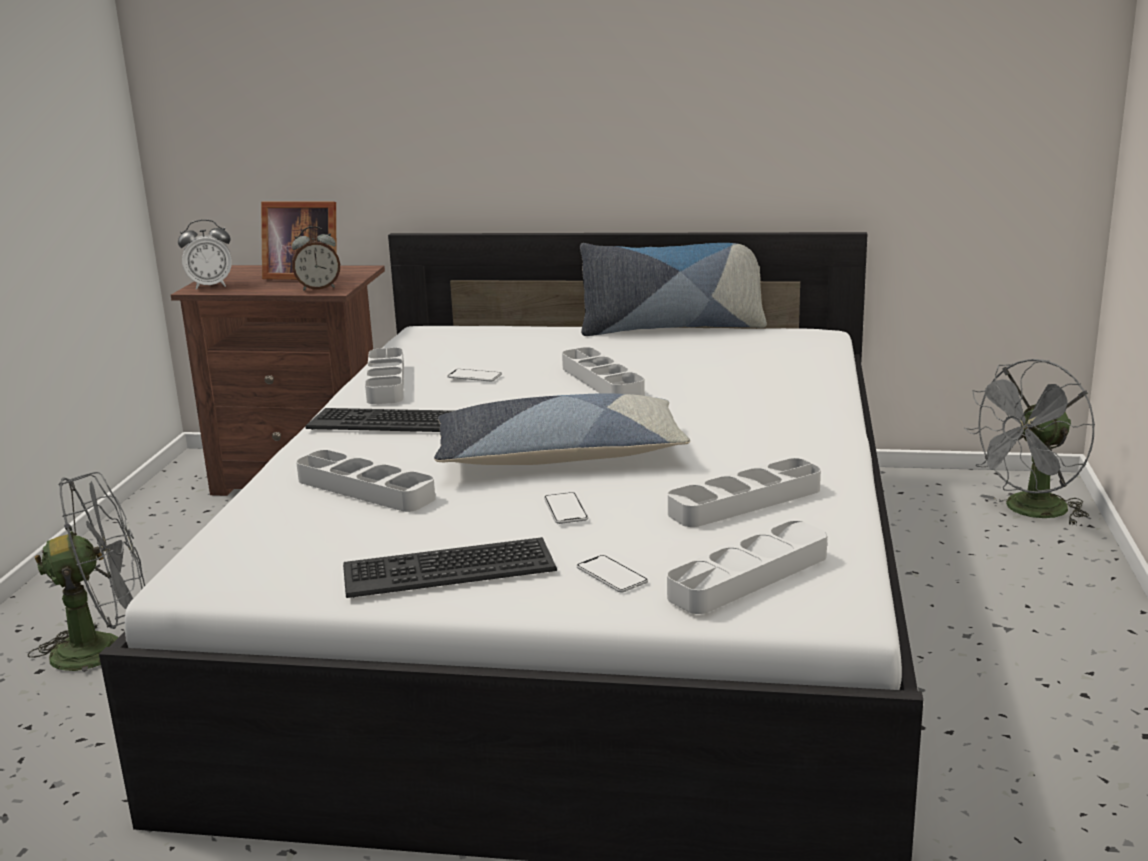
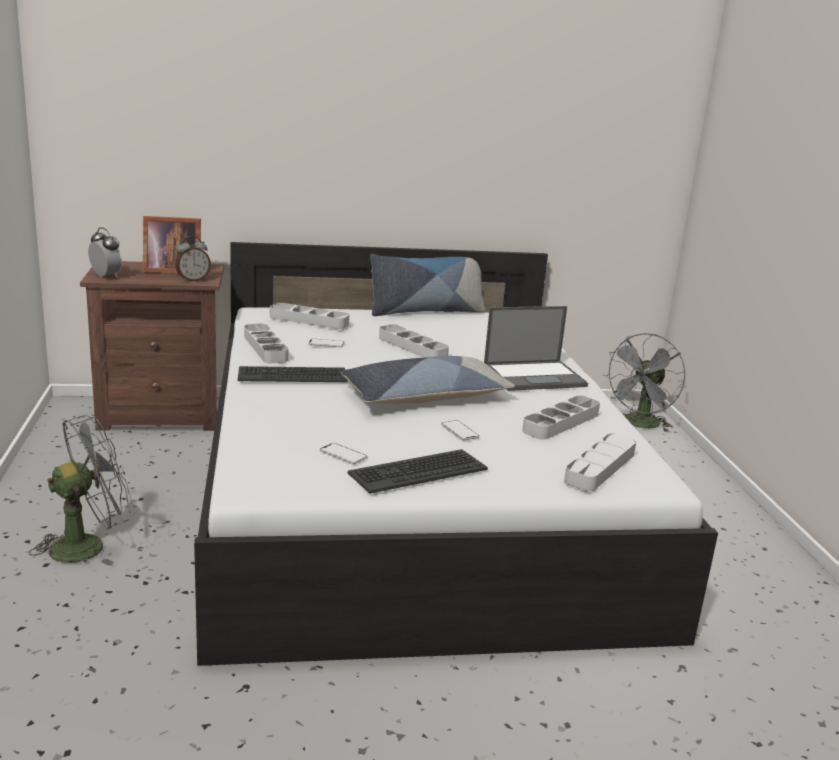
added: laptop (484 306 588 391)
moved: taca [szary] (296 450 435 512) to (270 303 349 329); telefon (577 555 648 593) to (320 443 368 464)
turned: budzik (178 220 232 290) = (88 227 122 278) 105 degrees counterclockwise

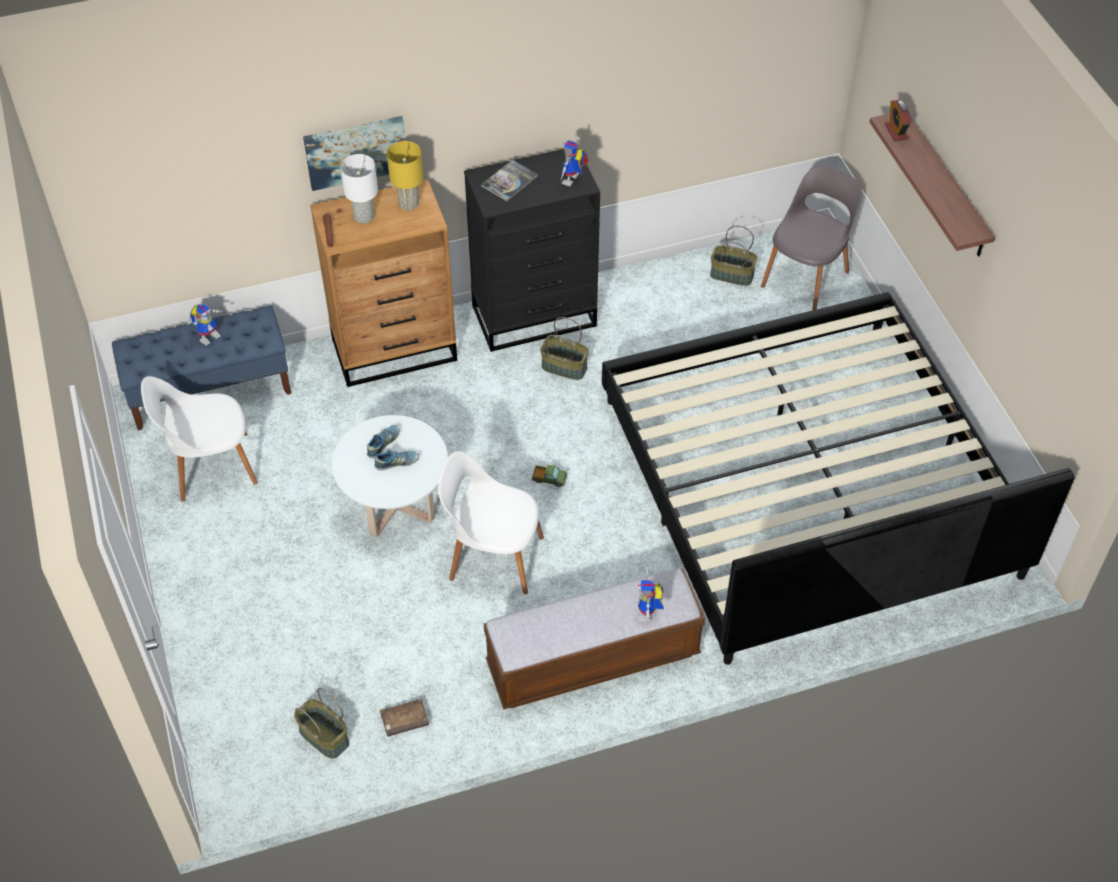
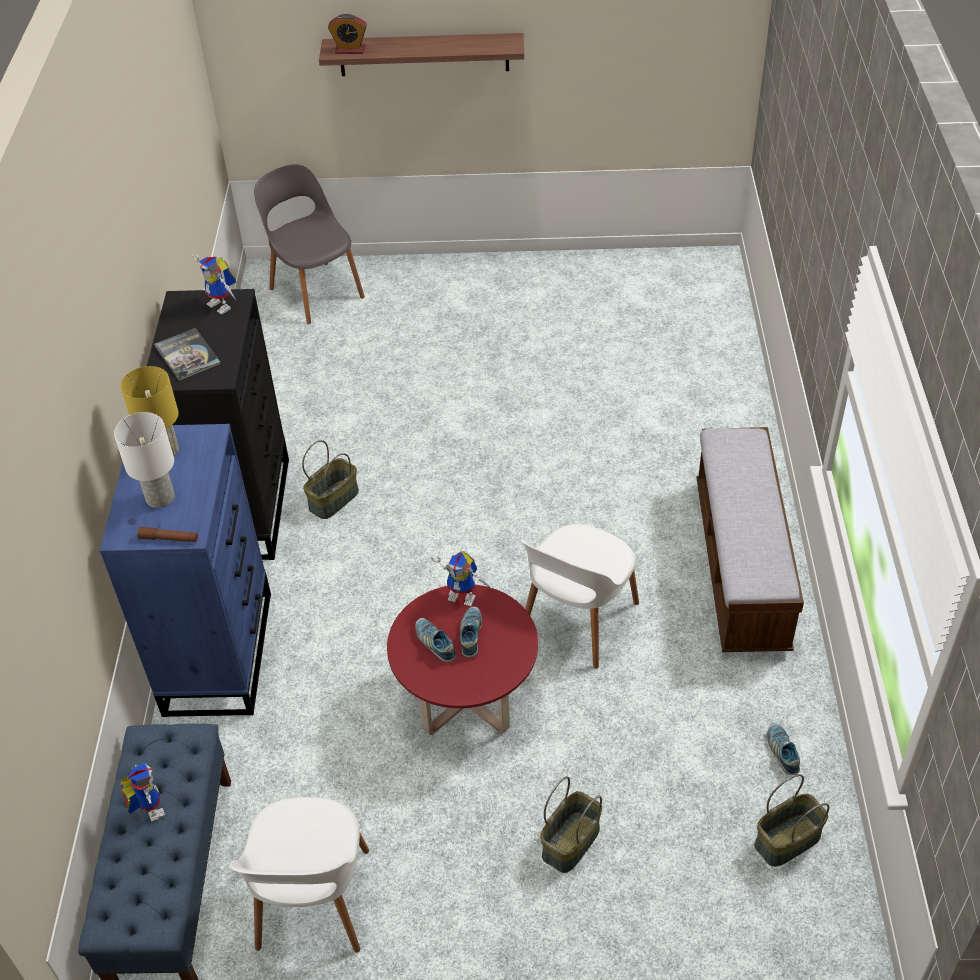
removed: obraz (303 116 405 191); ciężarówka zabawkowa (532 465 567 487); łóżko (602 292 1075 665)
moved: robot zabawkowy (638 567 664 627) to (431 551 493 606); koszyk (710 226 757 286) to (540 776 602 873)
replaced: książka [brązowy] (380 698 429 737) to but (767 723 800 775)
recoloured: komoda [brązowy] (310 179 457 387) to komoda [niebieski] (100 424 271 717); ława [biały] (331 415 448 537) to ława [czerwony] (387 585 538 735)

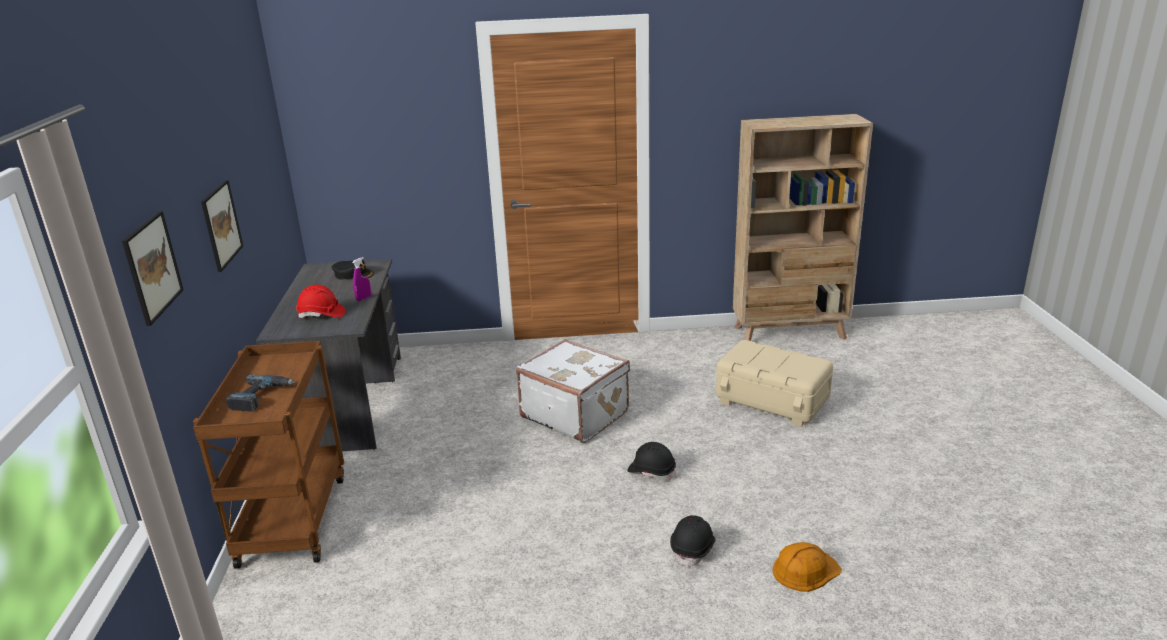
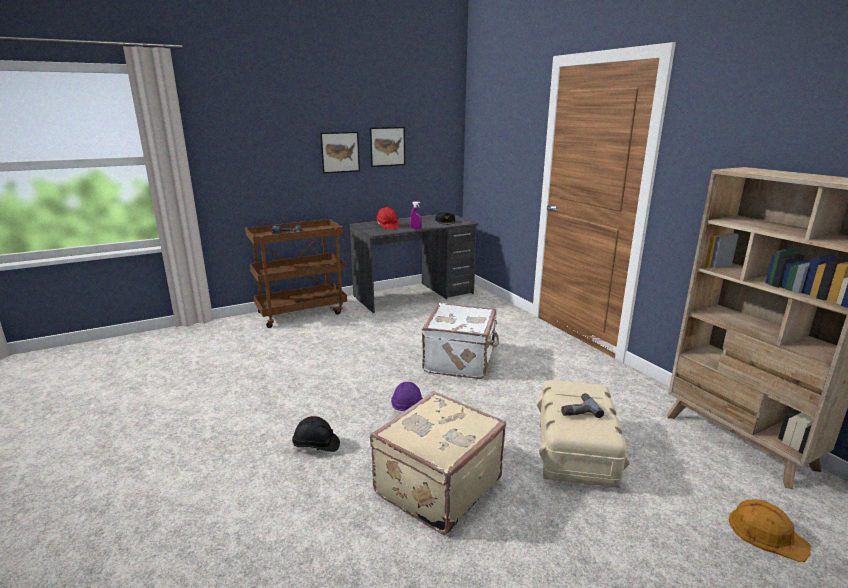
added: walizka [beżowy] (370 391 506 535); wiertarka (561 393 604 418)
moved: obraz (122 211 183 326) to (370 127 405 167); kask [pomarańczowy] (773 542 842 592) to (729 499 811 562)
recoloured: kask [czarny] (627 442 676 481) to kask [fioletowy] (391 382 423 415)

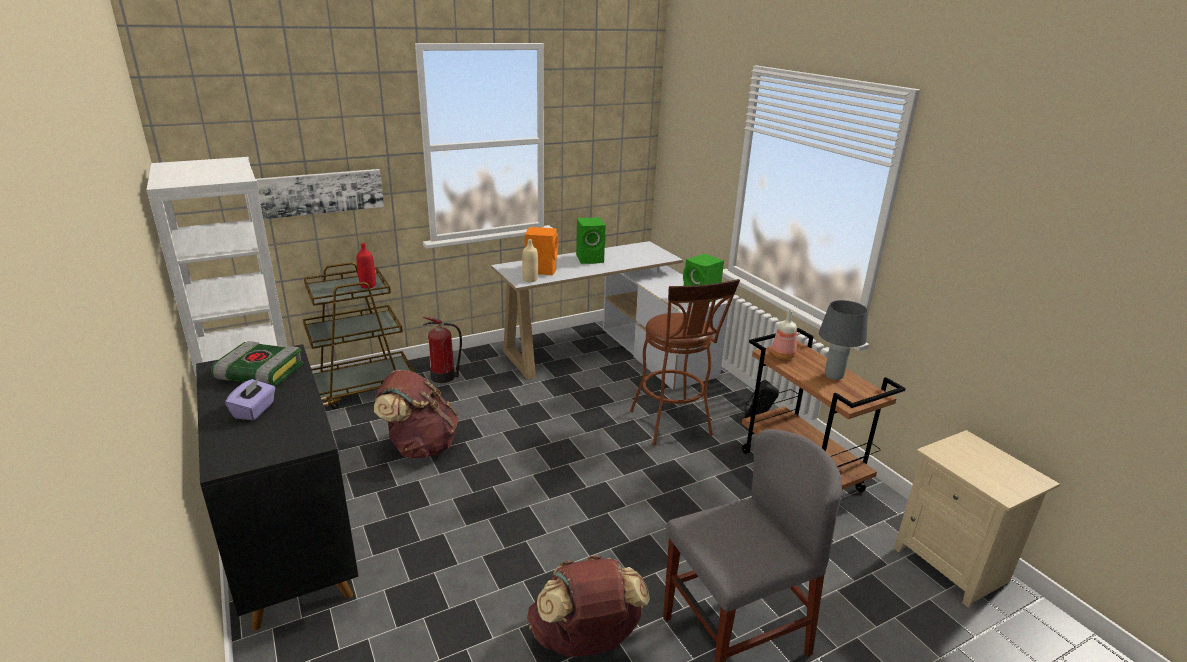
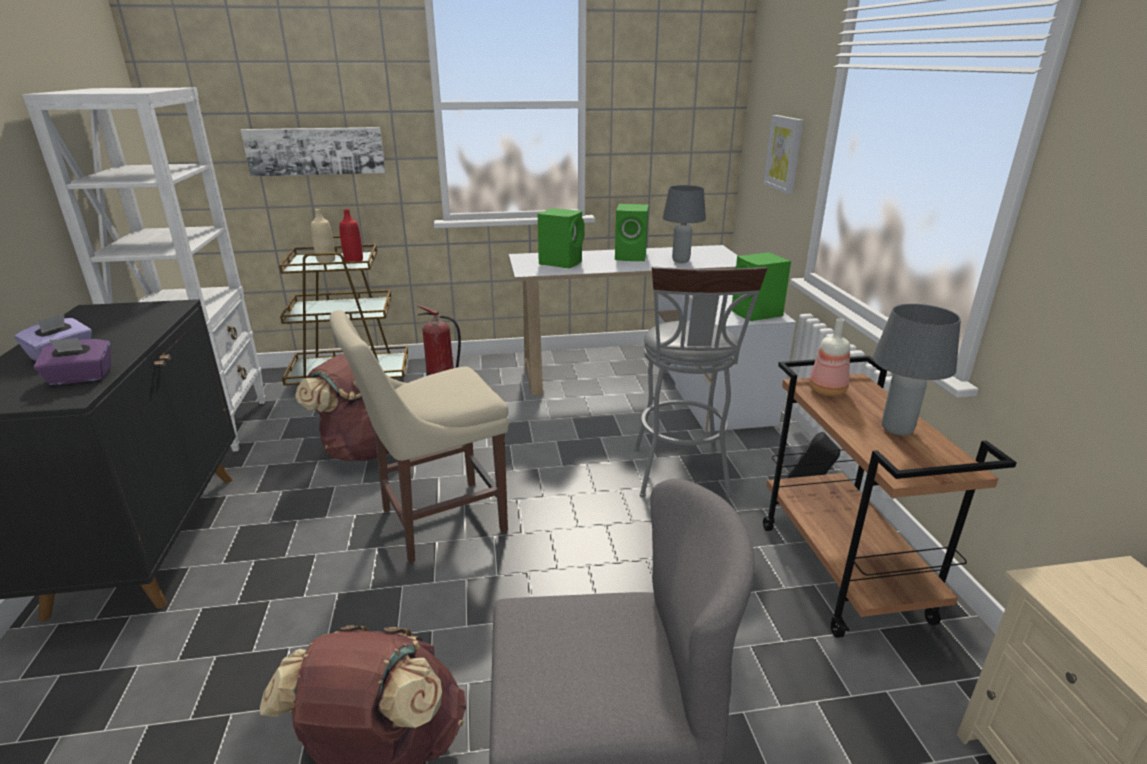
removed: książka (211 341 304 386)
added: pudełko chusteczek [fioletowy] (34 338 111 385); krzesło [beżowy] (329 310 509 563); lampa stołowa [szary] (663 185 706 263); obraz (763 115 803 194)
moved: butelka [beżowy] (522 239 538 282) to (311 209 335 263)
recoloured: głośnik [pomarańczowy] (525 227 558 275) to głośnik [zielony] (538 208 585 268); stołek [brązowy] (630 279 740 446) to stołek [szary] (634 266 767 498)

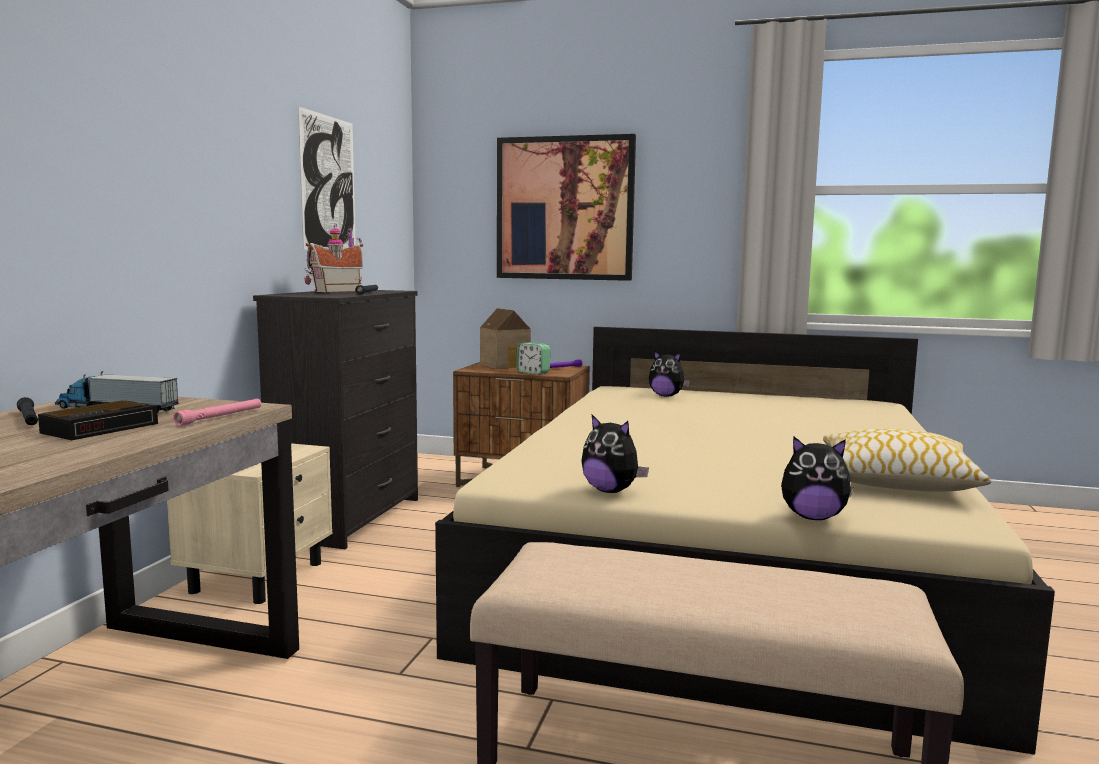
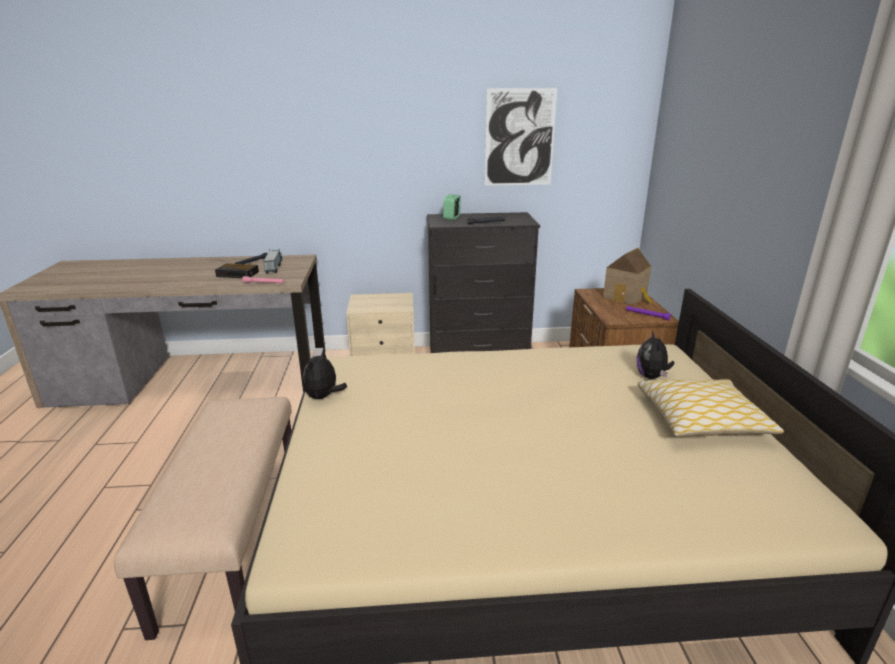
removed: domek (304 223 363 293); obraz (497 134 636 281); pluszak (781 437 853 520)
moved: budzik (516 343 550 375) to (443 194 461 220); poduszka (823 428 991 492) to (637 379 784 437)

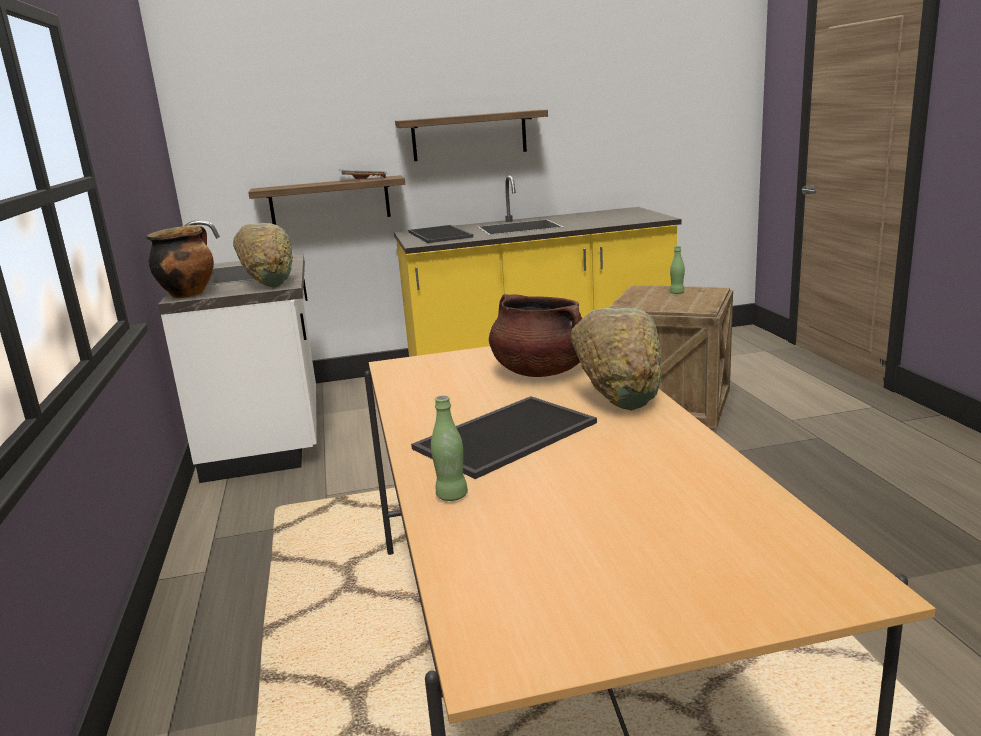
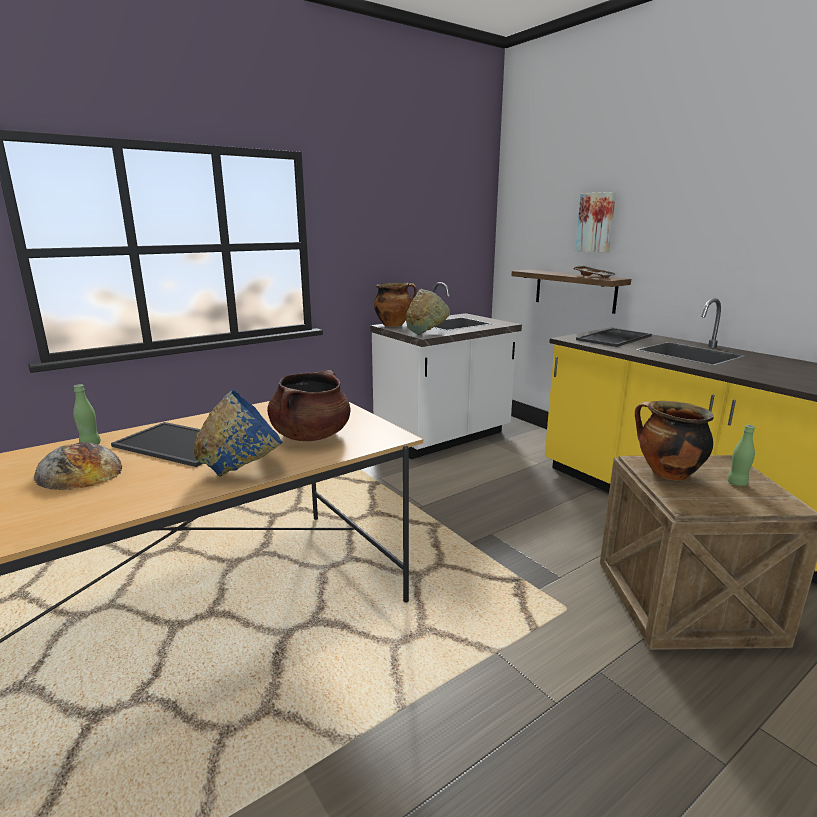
removed: półka (395 110 548 161)
added: chleb (34 442 122 490); obraz (575 192 616 253); garnek (635 401 714 481)
recoloured: miska [zielony] (571 308 662 410) to miska [niebieski] (194 389 282 477)

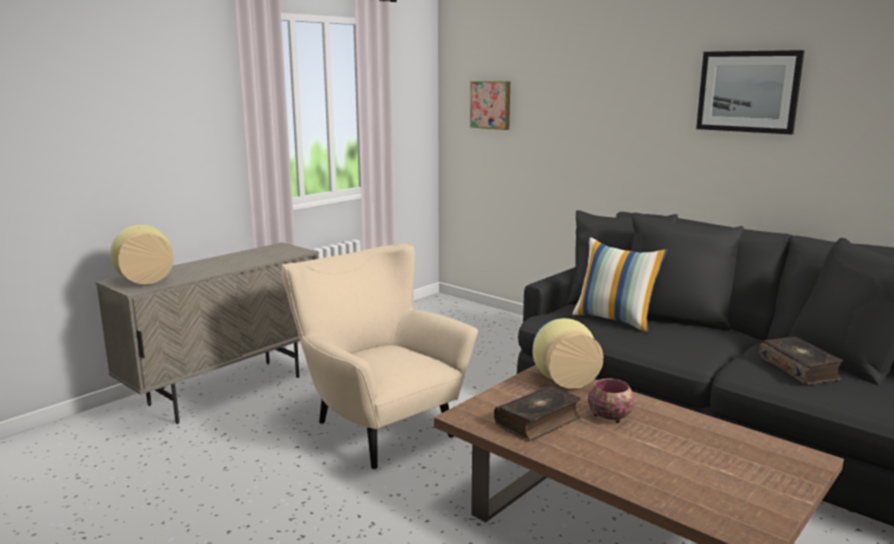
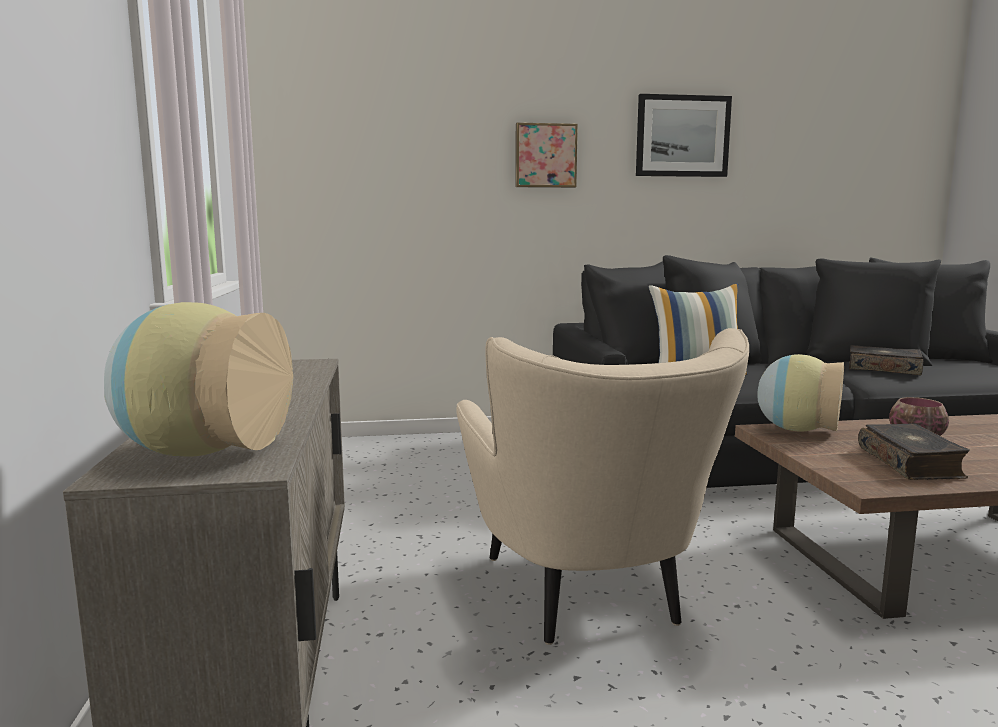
moved: obraz (470 81 510 130) to (515 123 578 188)
turned: fotel [beżowy] (282 243 478 470) = (456 328 749 645) 105 degrees counterclockwise

